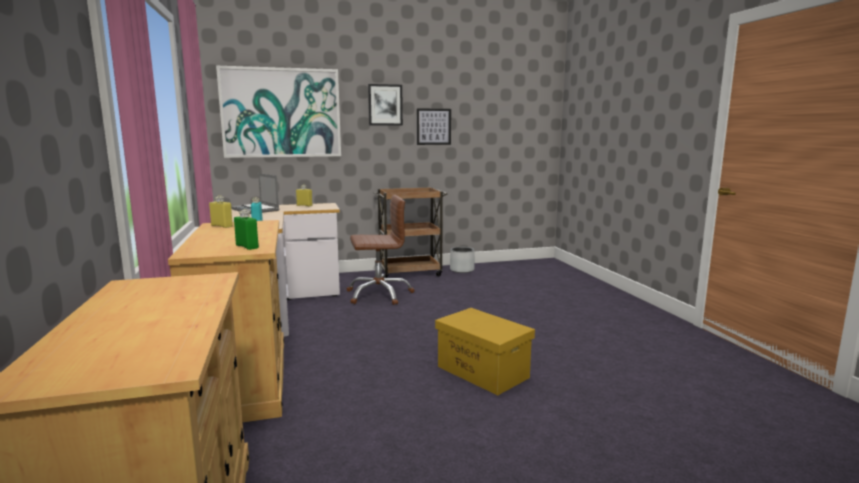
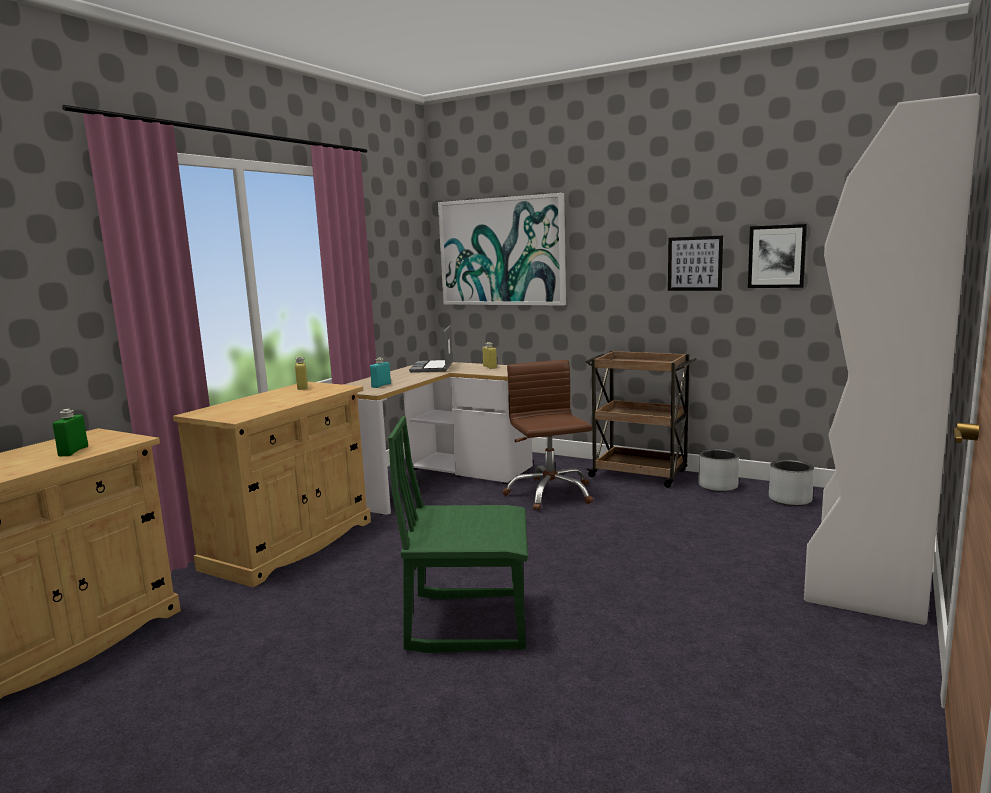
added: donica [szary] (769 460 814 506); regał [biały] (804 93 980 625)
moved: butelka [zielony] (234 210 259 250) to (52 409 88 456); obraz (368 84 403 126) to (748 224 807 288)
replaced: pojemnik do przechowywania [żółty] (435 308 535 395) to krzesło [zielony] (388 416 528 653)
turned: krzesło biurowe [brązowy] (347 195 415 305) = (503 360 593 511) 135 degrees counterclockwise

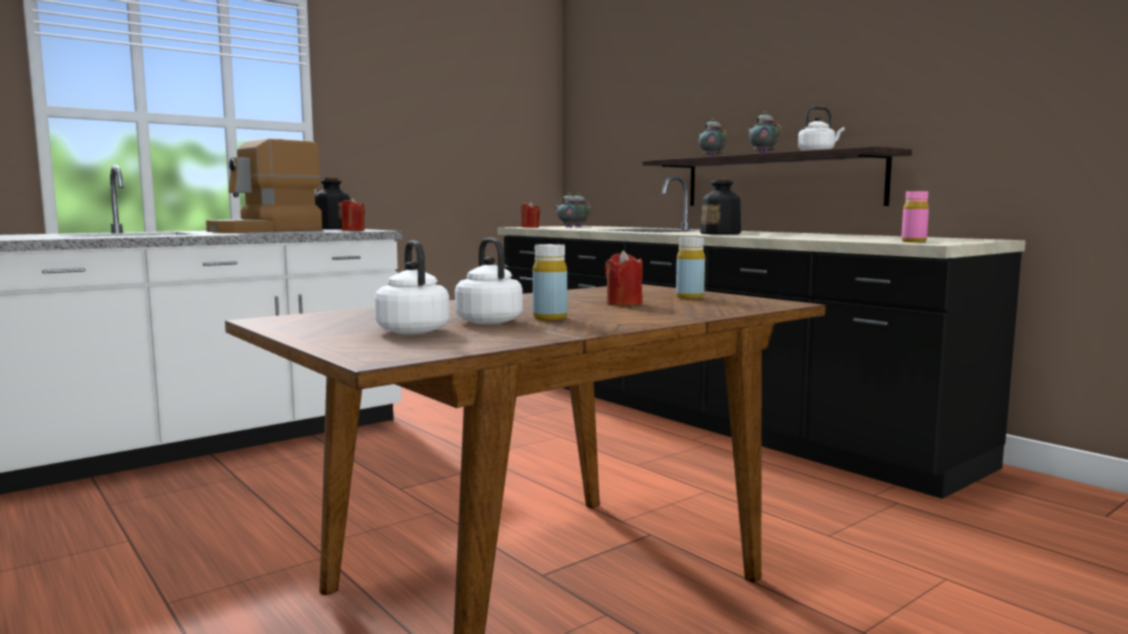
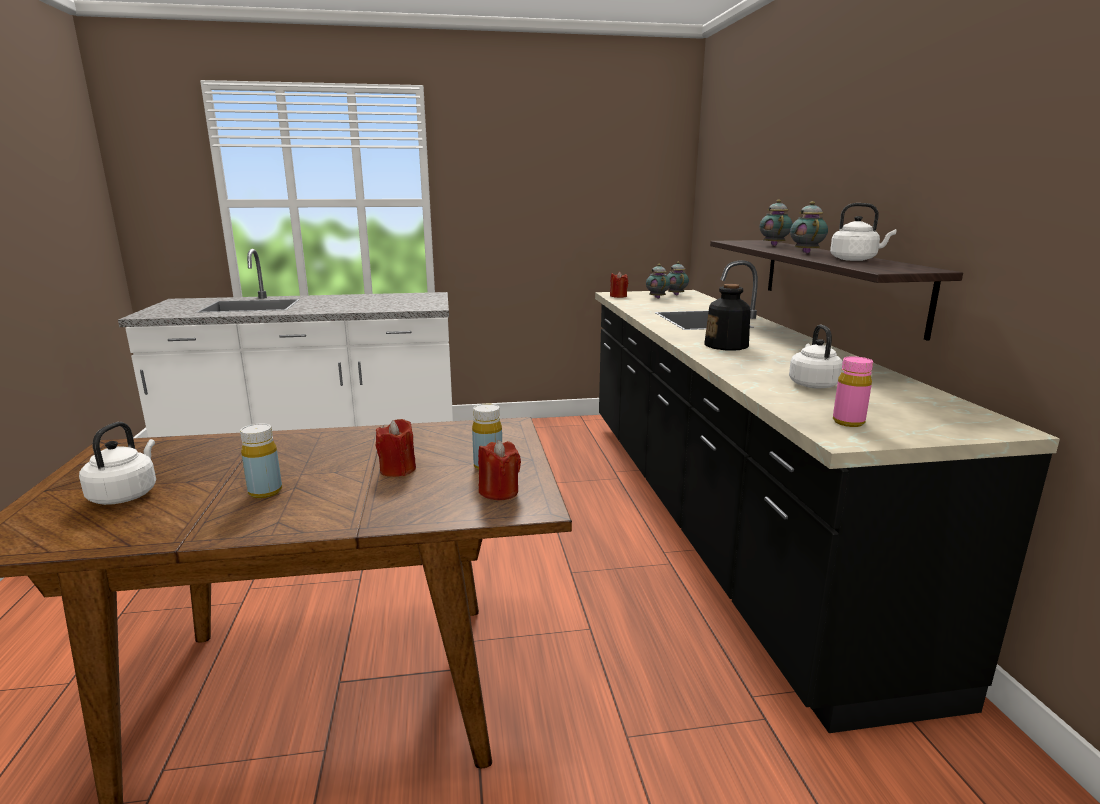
removed: ekspres do kawy (206 139 322 233); butelka (315 178 350 229)
moved: świeca [czerwony] (341 198 365 231) to (478 440 521 500); czajnik [biały] (455 238 523 324) to (789 325 843 389)

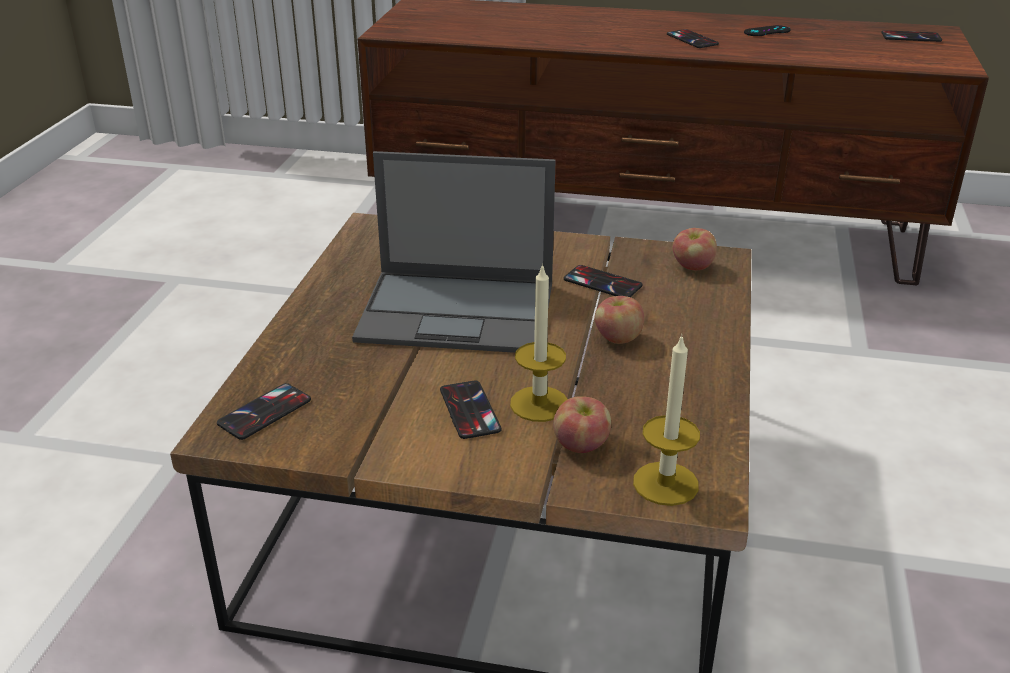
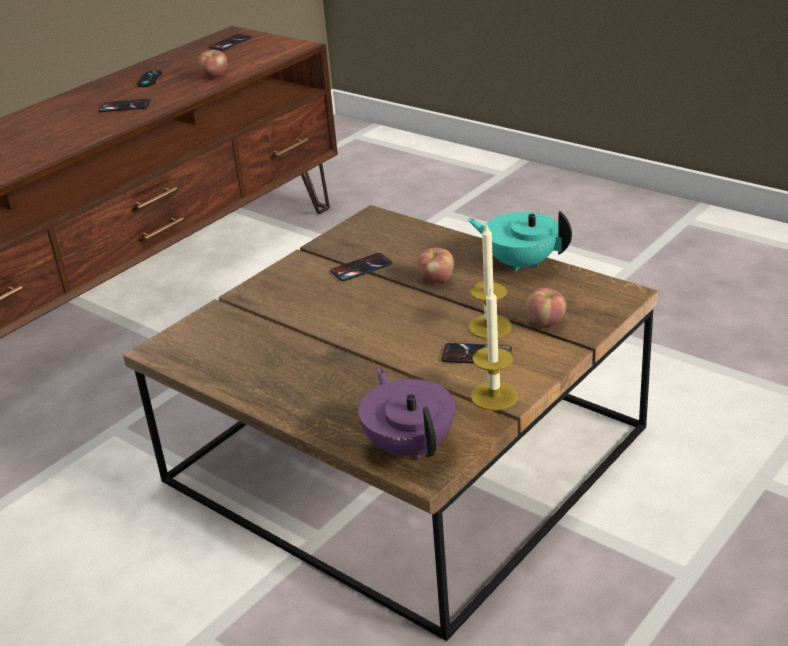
removed: laptop (352 151 556 353)
added: imbryk [turkusowy] (467 211 572 272)
moved: jabłko (673 228 717 271) to (198 50 228 78); świeca (633 334 700 506) to (471 288 518 411)
replaced: telefon (217 383 311 440) to imbryk [fioletowy] (358 369 455 460)

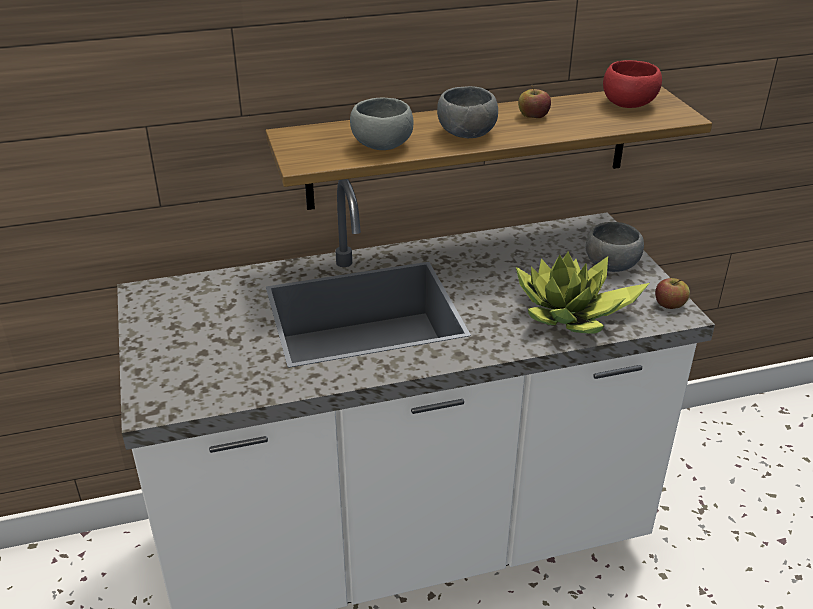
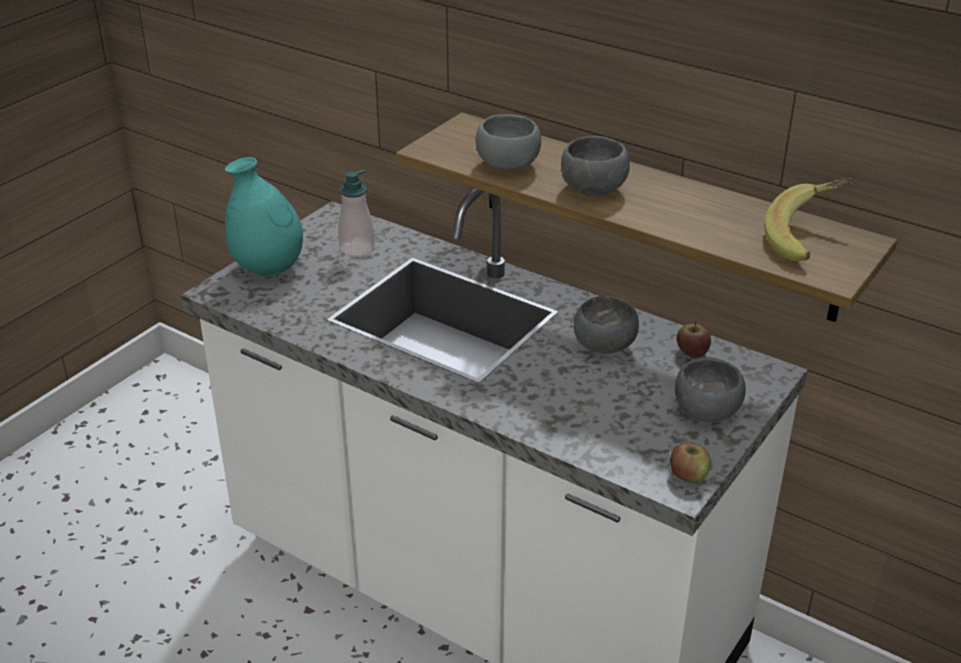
removed: roślina doniczkowa (516 252 649 334)
added: wazon [turkusowy] (225 157 303 276); dozownik mydła (338 169 375 257); miska [szary] (574 296 639 354)
moved: jabłko (518 85 551 118) to (677 321 711 358)
replaced: miska [czerwony] (603 60 662 108) to banan (764 178 853 261)

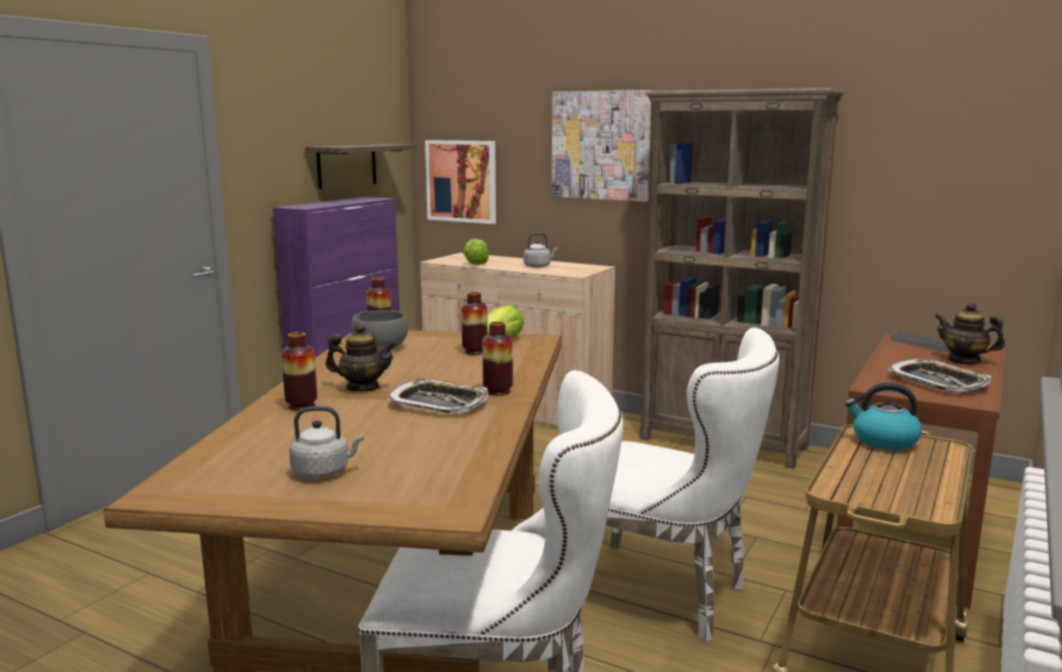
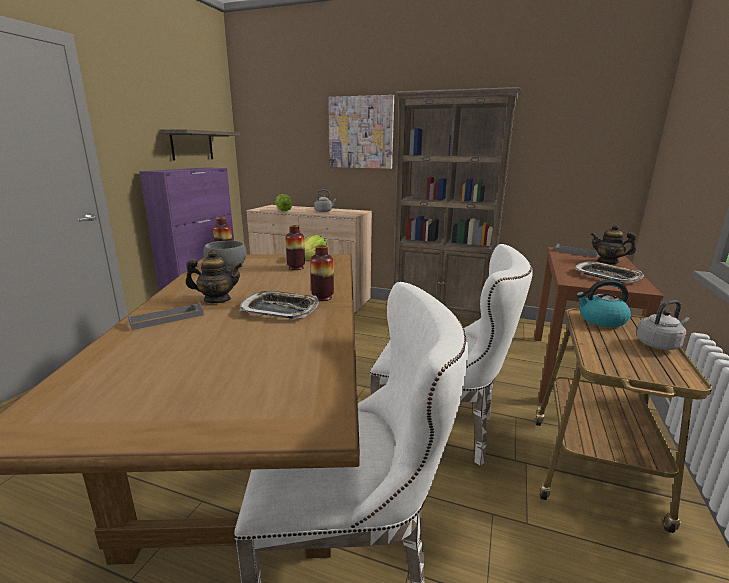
removed: obraz (425 140 496 224)
moved: czajnik [szary] (289 406 364 478) to (637 300 690 350)
replaced: wazon (281 332 317 411) to taca [szary] (128 302 204 330)

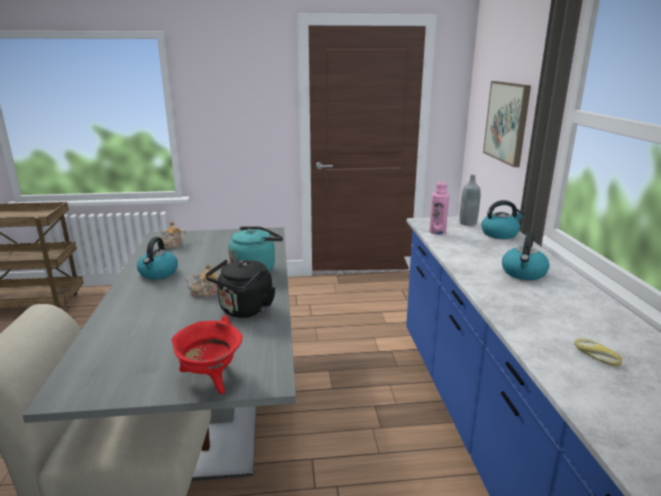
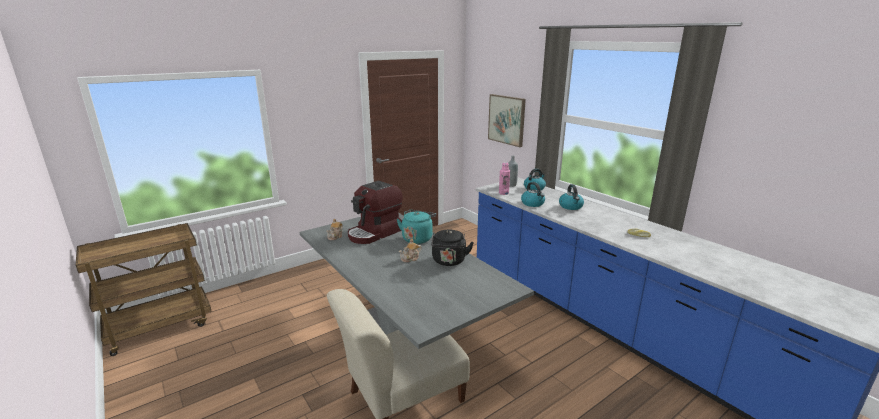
removed: garnek [czerwony] (171 315 242 394)
added: ekspres do kawy (348 181 403 244)
moved: czajnik (137 237 178 279) to (521 182 545 207)

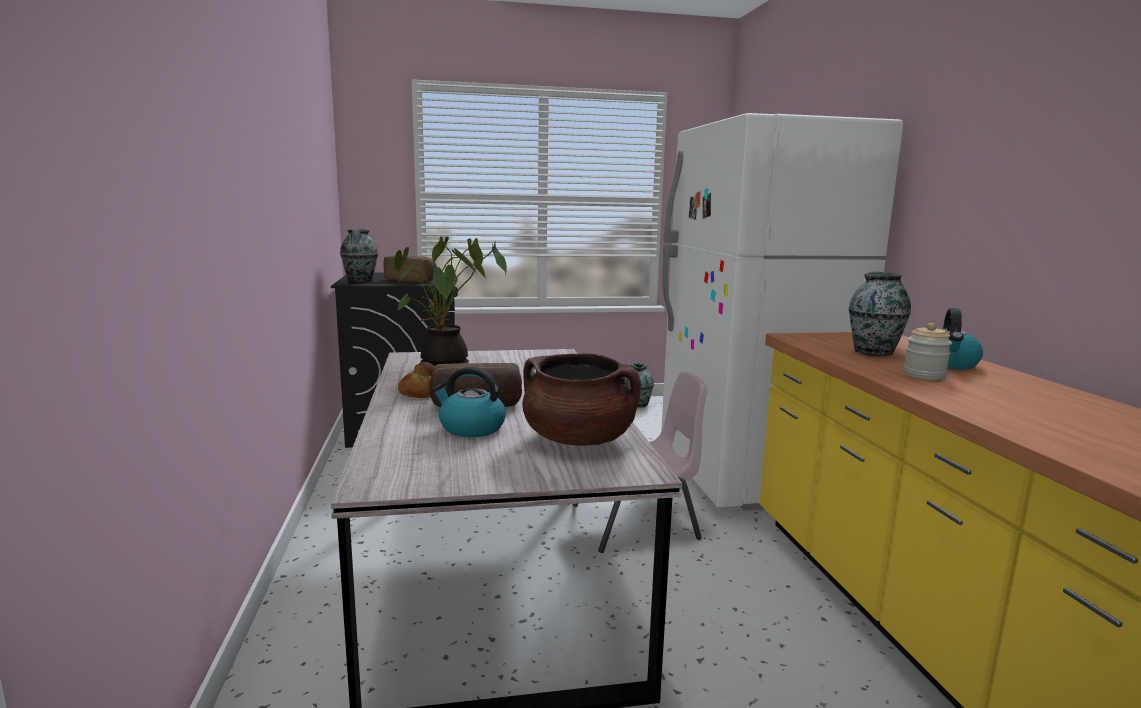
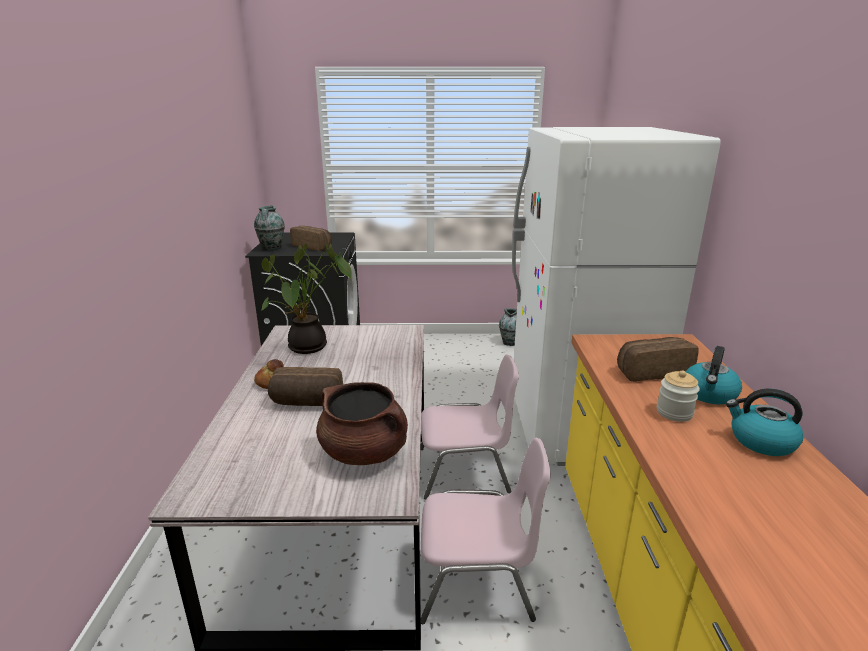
added: krzesło [różowy] (421 438 551 624)
moved: czajnik (432 367 506 437) to (726 389 803 456)
replaced: wazon (849 272 911 356) to chleb (617 337 699 382)

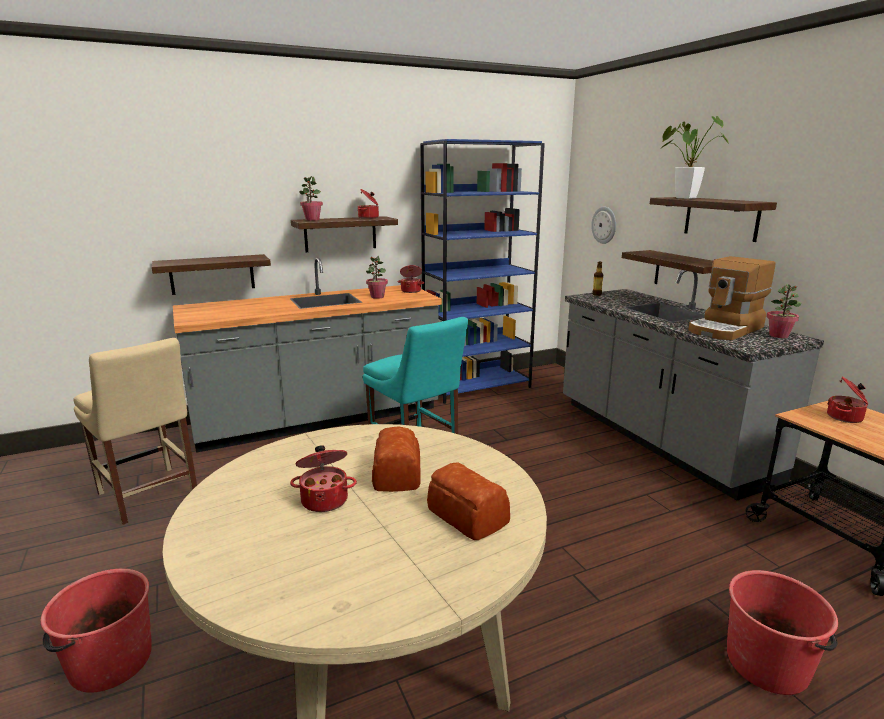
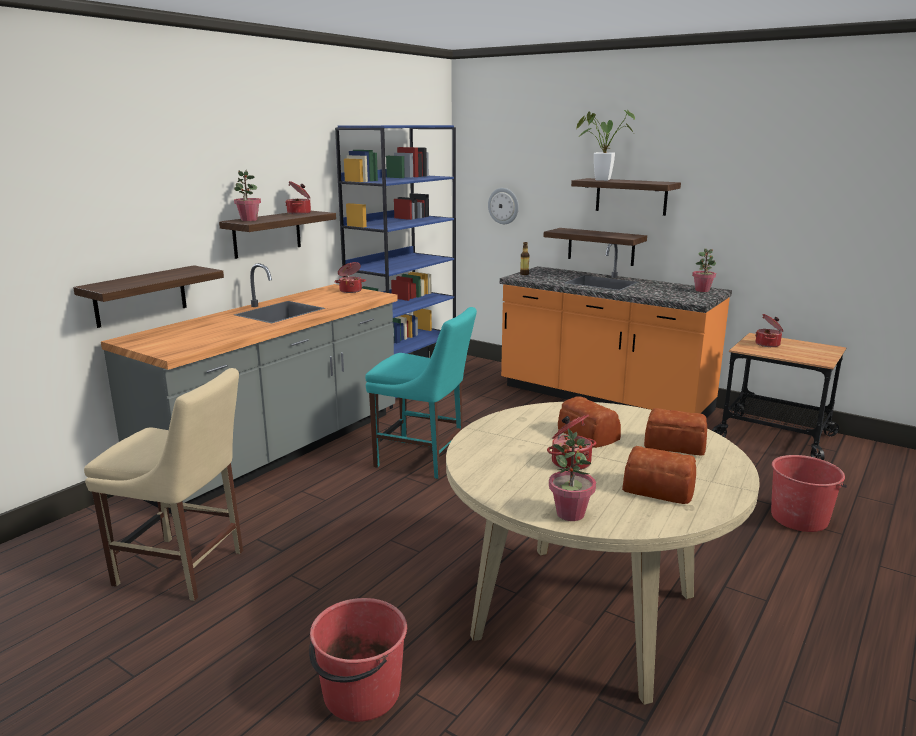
removed: ekspres do kawy (688 256 776 340)
added: chleb (622 446 696 504)
moved: roślina doniczkowa (366 256 388 299) to (549 429 596 521)
recoloured: zabudowa kuchenna [szary] (563 270 824 500) to zabudowa kuchenna [pomarańczowy] (500 244 732 419)

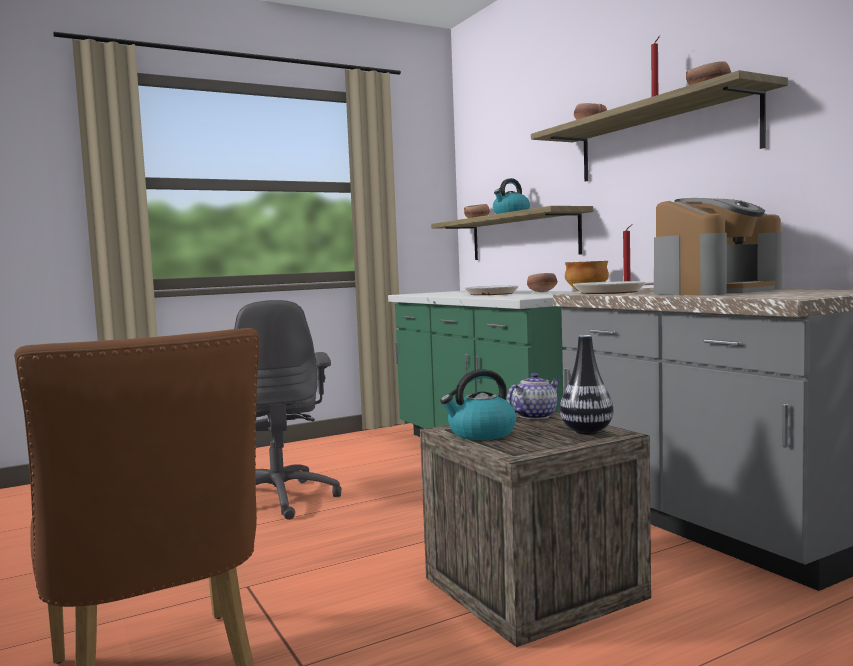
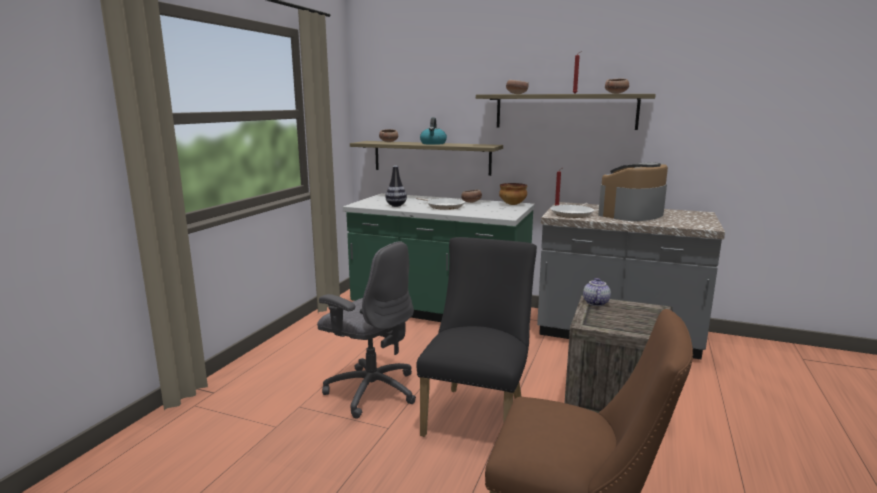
removed: czajnik (440 369 516 440)
added: krzesło [czarny] (416 237 537 437)
moved: wazon (560 335 614 435) to (385 166 407 207)
turned: ekspres do kawy (654 198 782 295) = (598 162 668 221) 150 degrees counterclockwise

